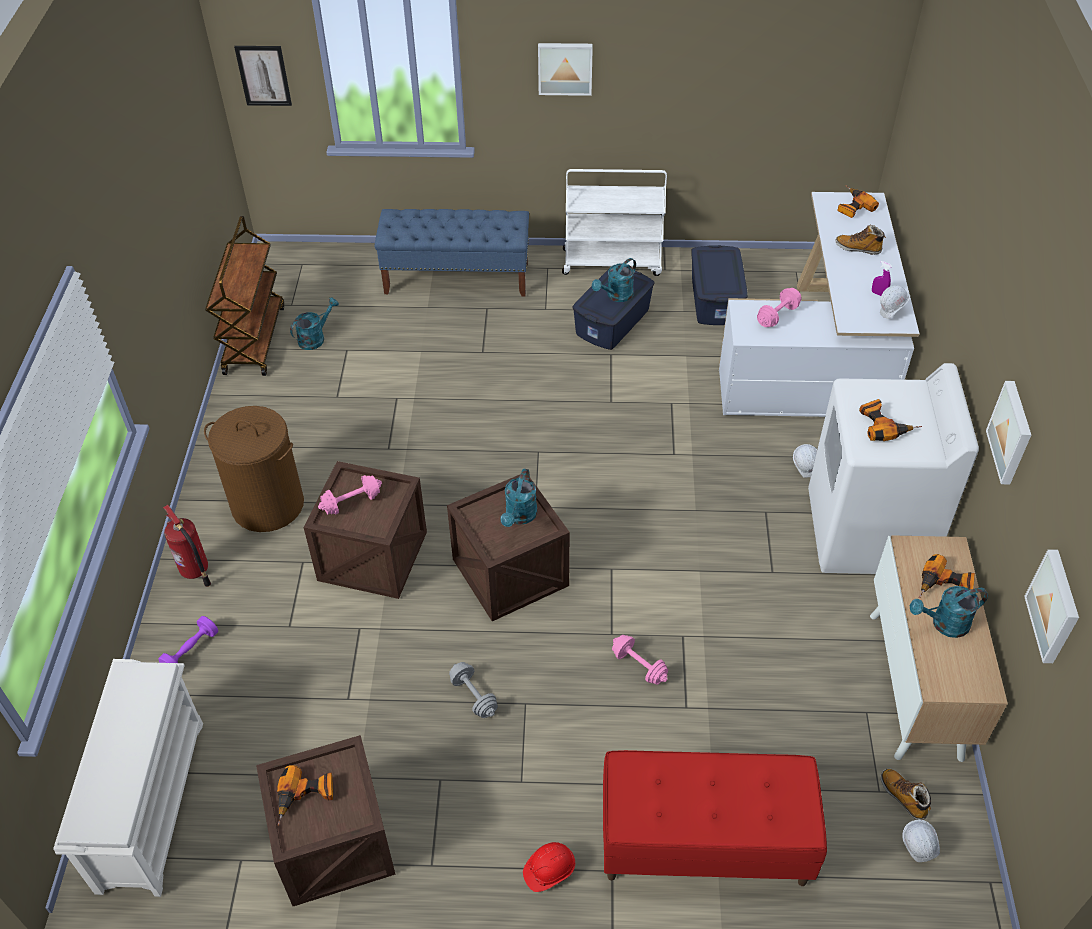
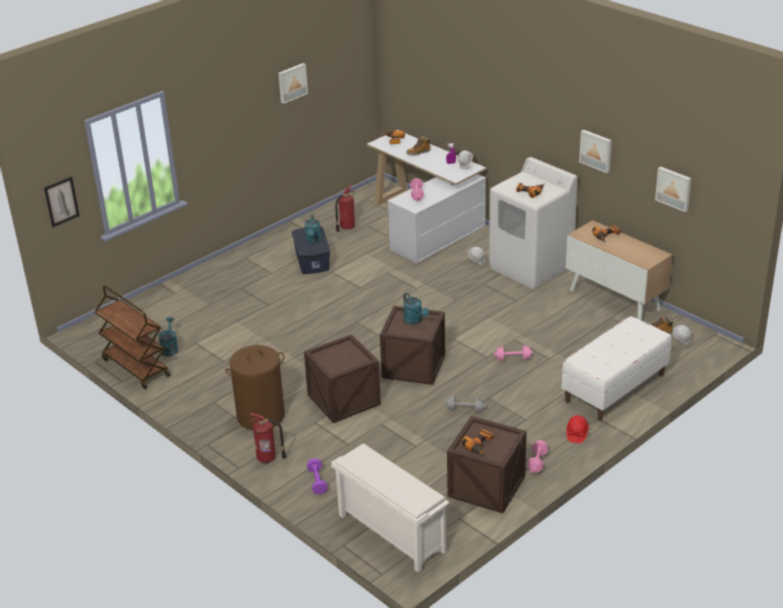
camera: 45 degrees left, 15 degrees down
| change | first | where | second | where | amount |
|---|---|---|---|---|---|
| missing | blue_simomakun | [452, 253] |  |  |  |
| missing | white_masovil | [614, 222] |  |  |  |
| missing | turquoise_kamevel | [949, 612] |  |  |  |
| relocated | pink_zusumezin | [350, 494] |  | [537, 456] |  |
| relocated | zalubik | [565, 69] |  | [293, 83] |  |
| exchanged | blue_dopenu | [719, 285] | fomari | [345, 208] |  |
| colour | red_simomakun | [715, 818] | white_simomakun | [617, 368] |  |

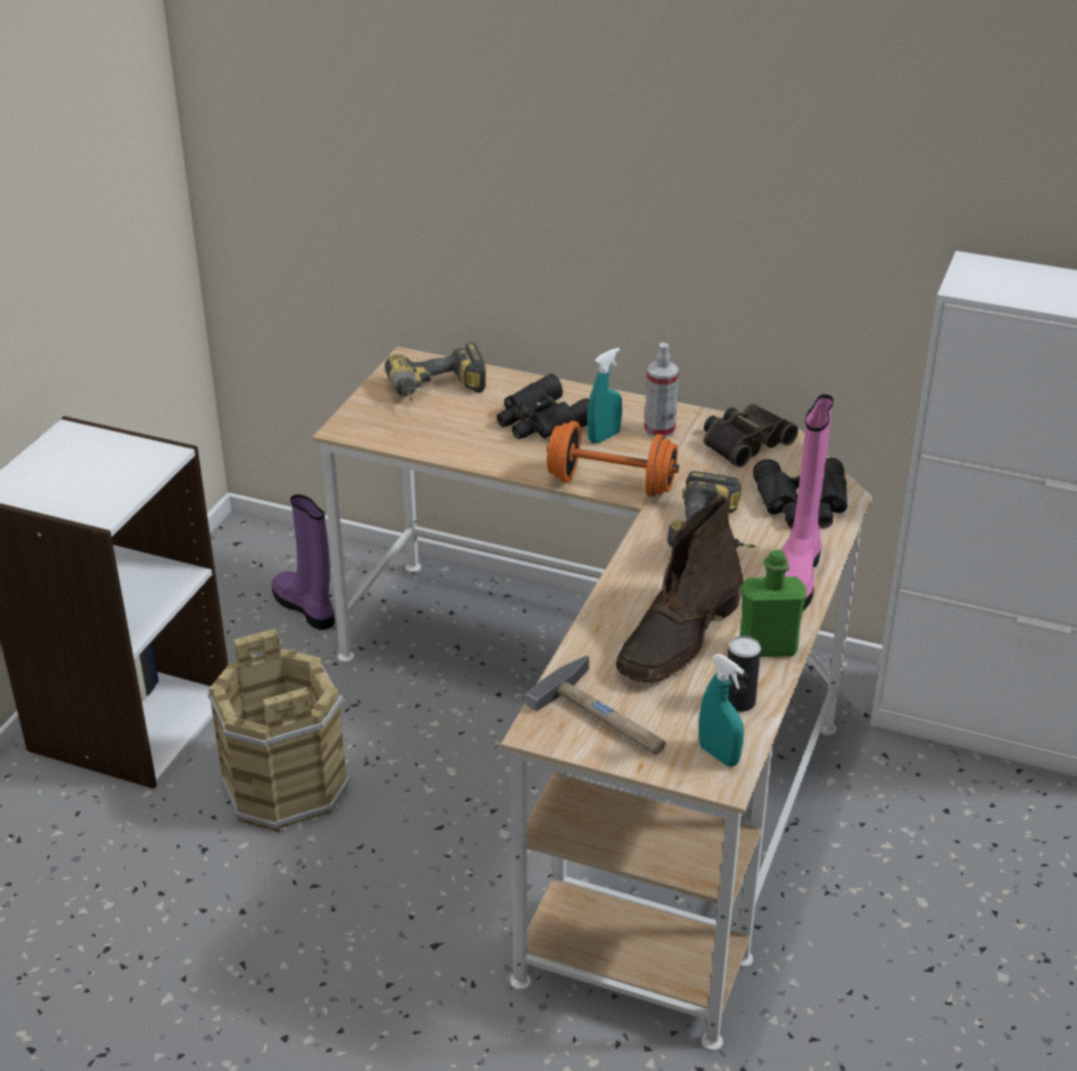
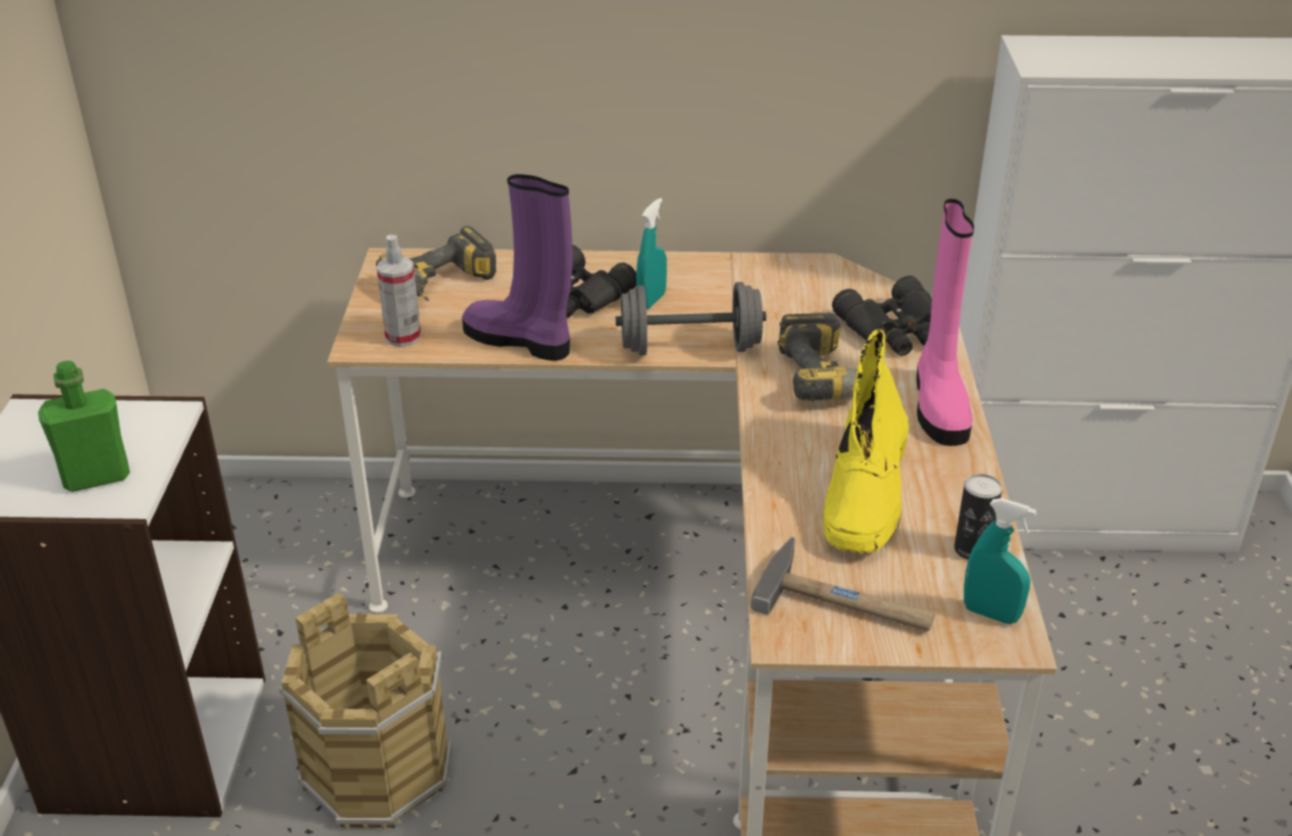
camera: 20 degrees left, 0 degrees up
| change | first | where | second | where | amount |
|---|---|---|---|---|---|
| missing | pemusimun | [751, 435] |  |  |  |
| relocated | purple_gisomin | [303, 562] |  | [517, 267] |  |
| relocated | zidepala | [661, 390] |  | [399, 291] |  |
| relocated | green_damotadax | [773, 603] |  | [84, 426] |  |
| colour | orange_zusumezin | [613, 459] | grey_zusumezin | [691, 319] |  |
| colour | brown_gisomin | [679, 590] | yellow_gisomin | [866, 441] |  |

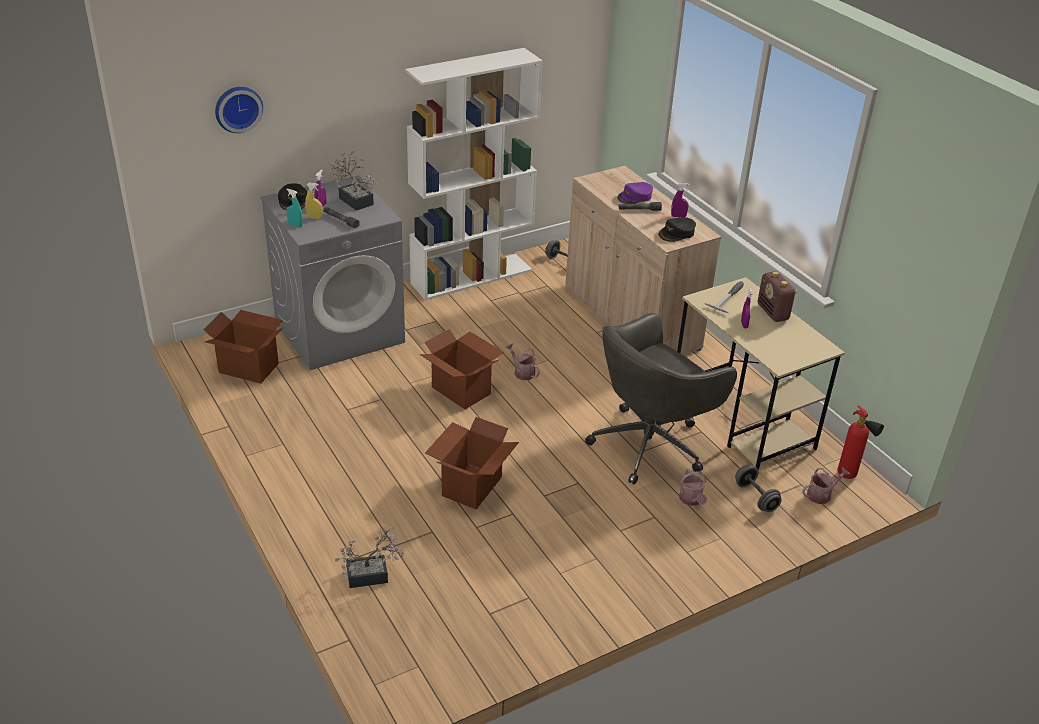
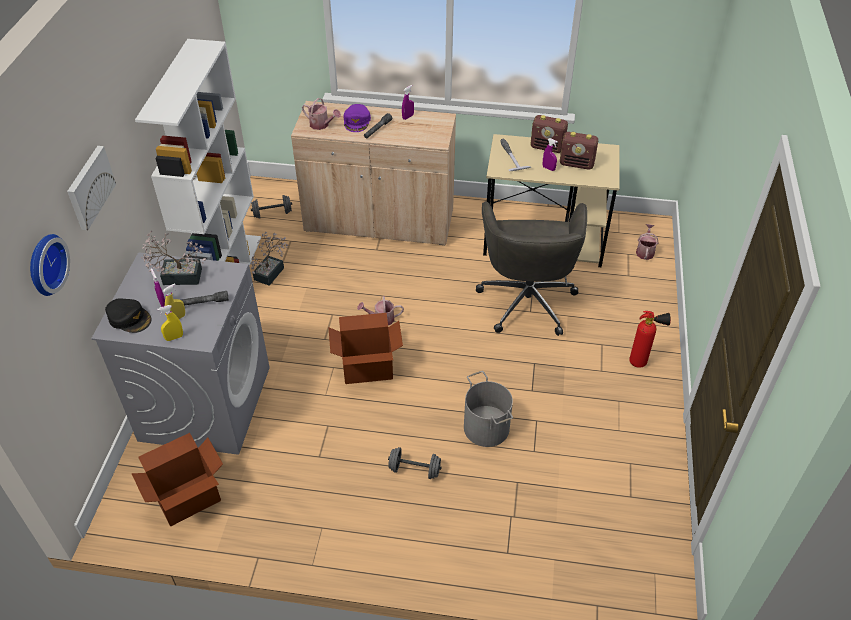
camera: 50 degrees left, 10 degrees up
| change | first | where | second | where | amount |
|---|---|---|---|---|---|
| missing | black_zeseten | [677, 229] |  |  |  |
| appeared |  |  | zalubik | [91, 188] |  |
| appeared |  |  | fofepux | [579, 151] |  |
| relocated | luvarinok | [369, 557] |  | [269, 258] |  |
| relocated | kamevel | [693, 487] |  | [321, 114] |  |
| relocated | grey_zusumezin | [758, 488] |  | [415, 463] |  |
| relocated | fomari | [861, 442] |  | [650, 339] |  |
| exchanged | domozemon | [472, 463] | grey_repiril | [488, 409] |  |
| colour | turquoise_zidepala | [294, 208] | yellow_zidepala | [170, 323] |  |

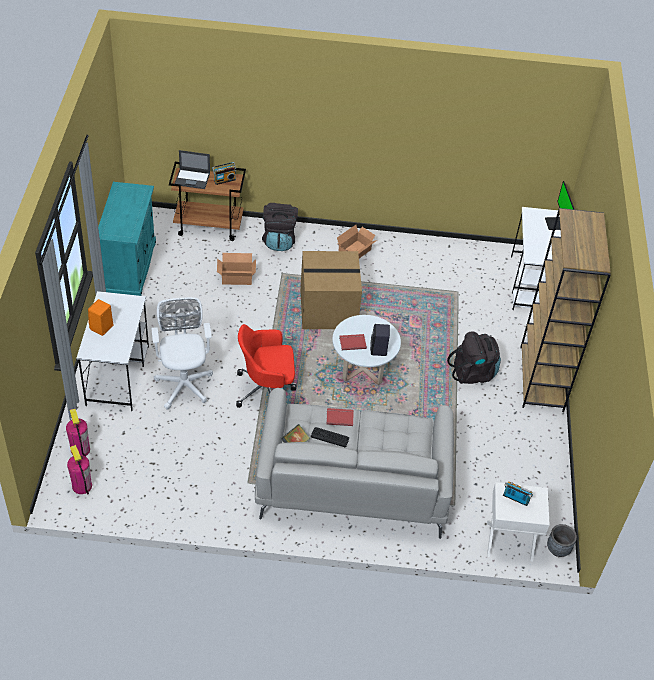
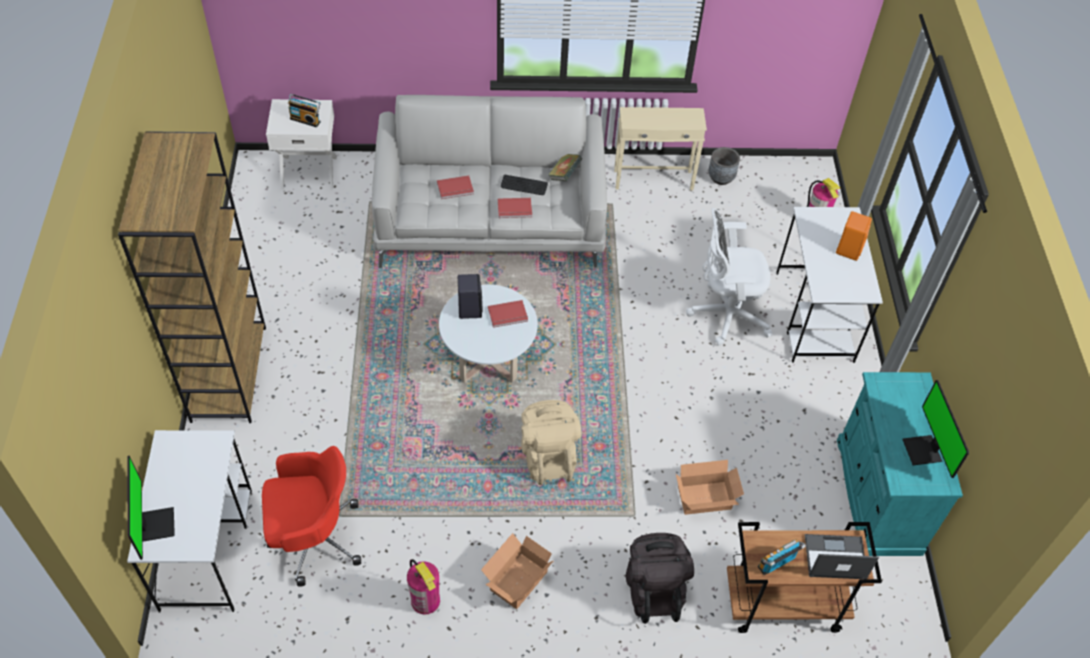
camera: 175 degrees right, 5 degrees up
| change | first | where | second | where | amount |
|---|---|---|---|---|---|
| missing | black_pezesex | [474, 357] |  |  |  |
| appeared |  |  | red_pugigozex | [455, 187] |  |
| appeared |  |  | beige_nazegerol | [660, 148] |  |
| appeared |  |  | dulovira | [935, 429] |  |
| relocated | fomari | [79, 470] |  | [423, 587] |  |
| relocated | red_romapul | [266, 366] |  | [311, 516] |  |
| relocated | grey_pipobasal | [562, 540] |  | [724, 166] |  |
| exchanged | domozemon | [331, 290] | beige_pezesex | [551, 442] |  |
| spun | white_romapul | [182, 353] |  | [729, 277] | 105 degrees clockwise |

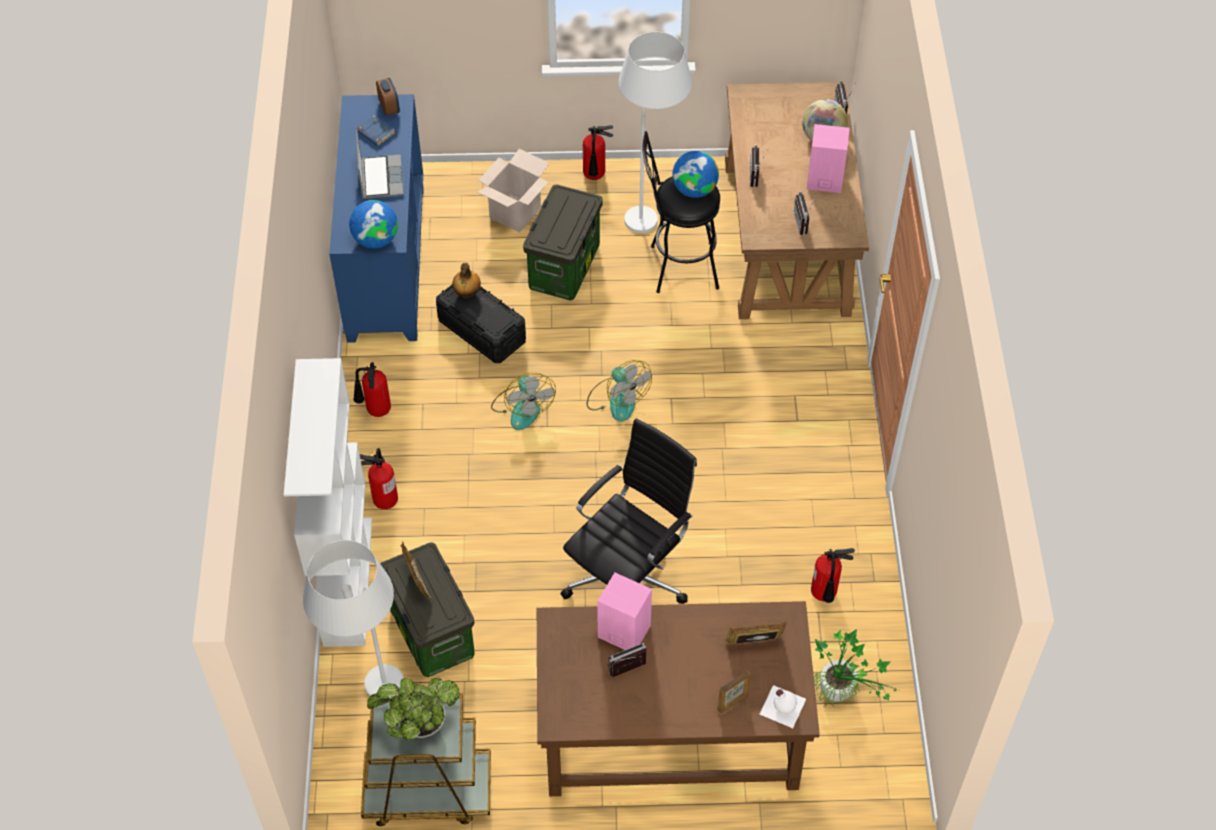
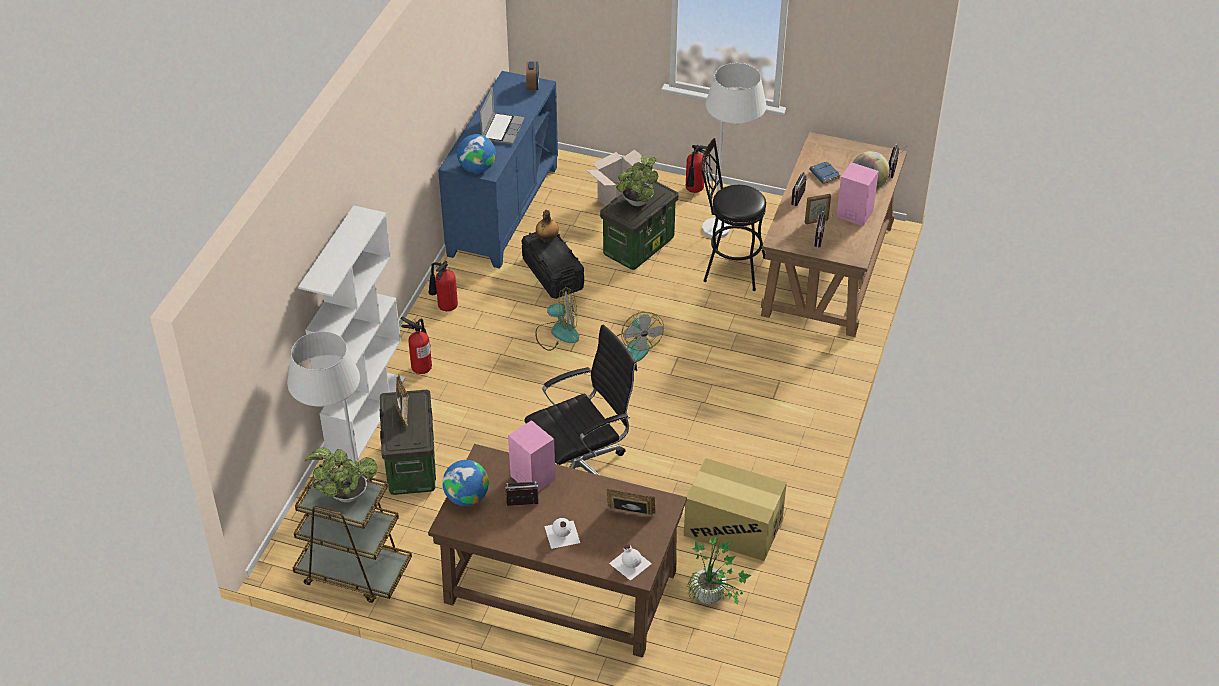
camera: 20 degrees right, 10 degrees down
| change | first | where | second | where | amount |
|---|---|---|---|---|---|
| appeared |  |  | white_damotadax | [562, 533] |  |
| appeared |  |  | luvarinok | [636, 180] |  |
| relocated | blue_pugigozex | [375, 130] |  | [824, 172] |  |
| relocated | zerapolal | [695, 174] |  | [465, 483] |  |
| relocated | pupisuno | [733, 692] |  | [818, 209] |  |
| exchanged | fomari | [833, 575] | domozemon | [735, 509] |  |
| spun | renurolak | [523, 401] |  | [557, 319] | 90 degrees counterclockwise |

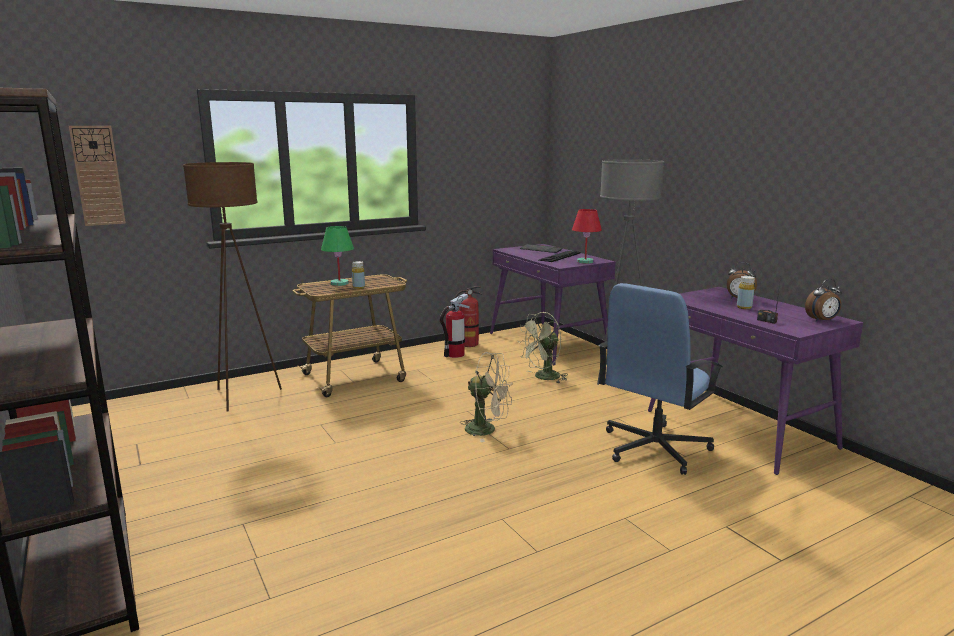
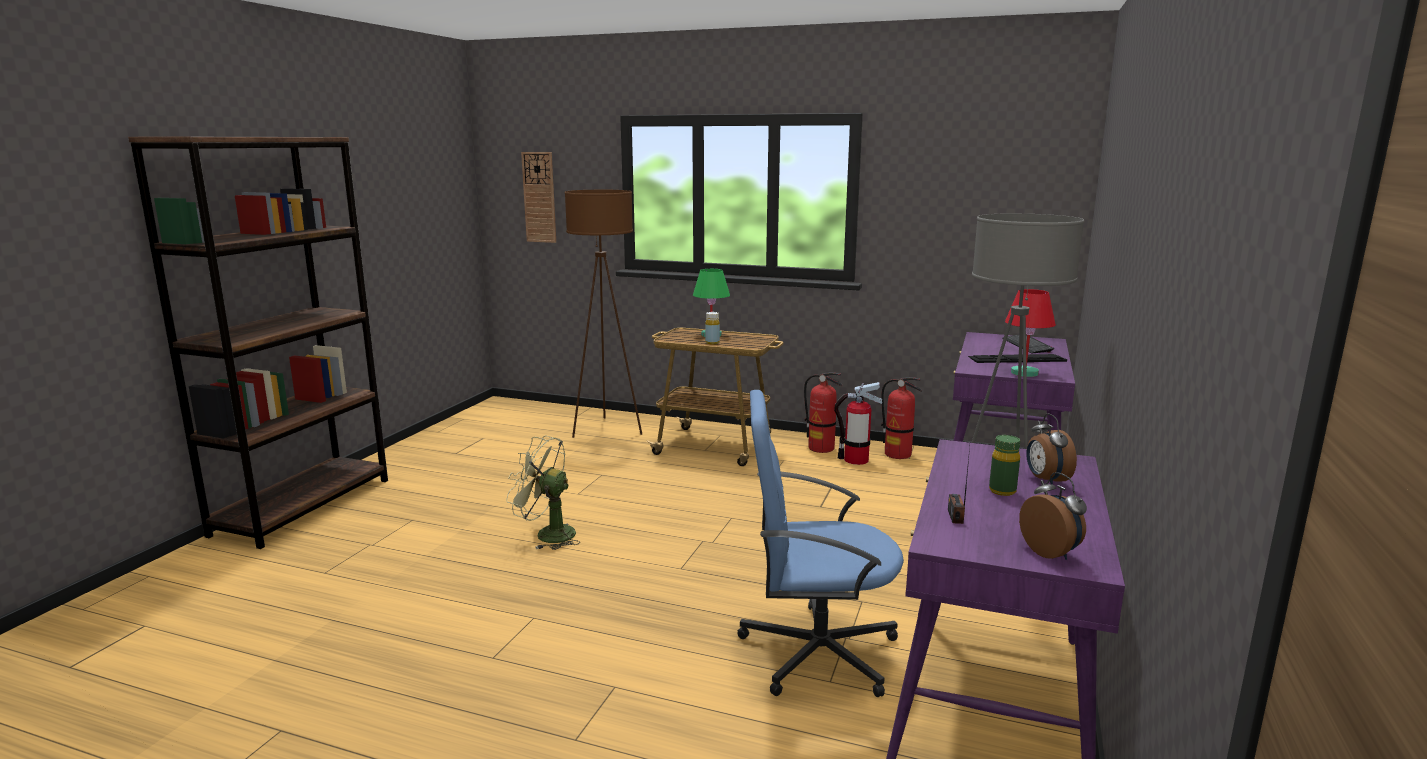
camera: 50 degrees right, 0 degrees up
| change | first | where | second | where | amount |
|---|---|---|---|---|---|
| missing | beige_renurolak | [486, 397] |  |  |  |
| appeared |  |  | fomari | [823, 412] |  |
| relocated | green_renurolak | [542, 347] |  | [543, 493] |  |
| colour | yellow_damotadax | [746, 292] | green_damotadax | [1004, 465] |  |
| spun | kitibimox | [823, 300] |  | [1053, 516] | 150 degrees counterclockwise |

